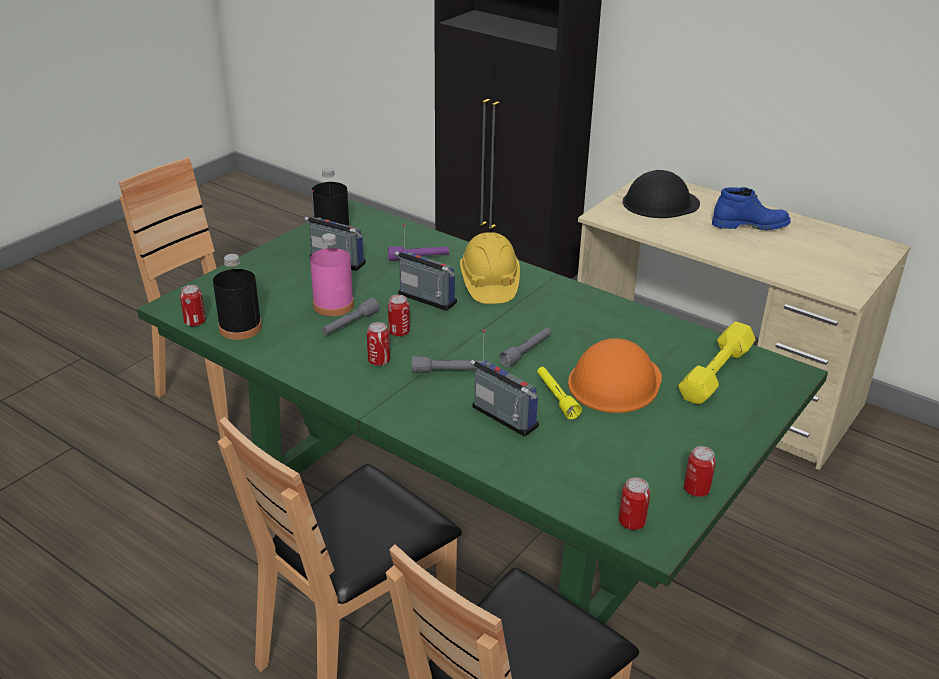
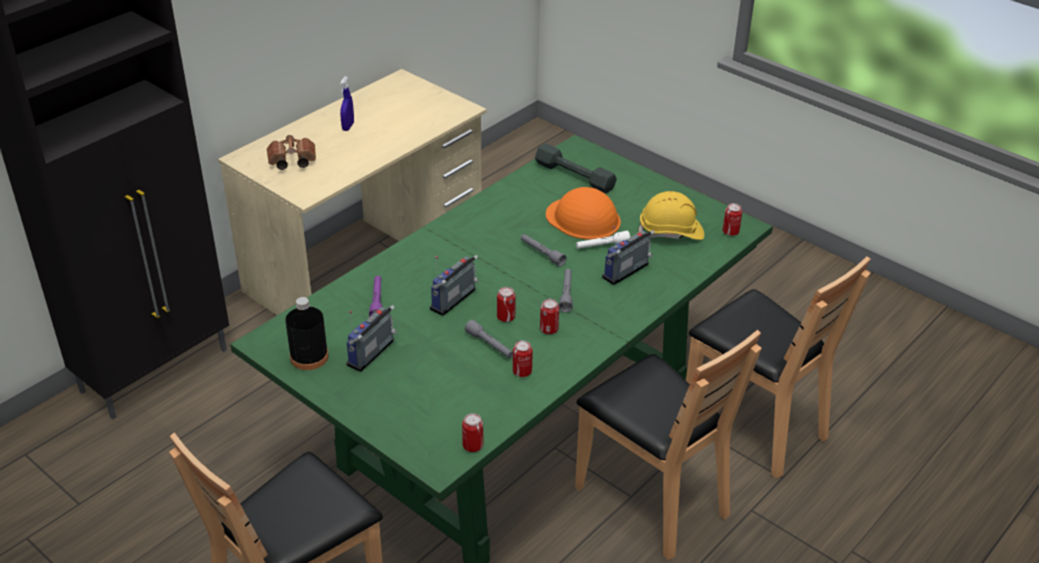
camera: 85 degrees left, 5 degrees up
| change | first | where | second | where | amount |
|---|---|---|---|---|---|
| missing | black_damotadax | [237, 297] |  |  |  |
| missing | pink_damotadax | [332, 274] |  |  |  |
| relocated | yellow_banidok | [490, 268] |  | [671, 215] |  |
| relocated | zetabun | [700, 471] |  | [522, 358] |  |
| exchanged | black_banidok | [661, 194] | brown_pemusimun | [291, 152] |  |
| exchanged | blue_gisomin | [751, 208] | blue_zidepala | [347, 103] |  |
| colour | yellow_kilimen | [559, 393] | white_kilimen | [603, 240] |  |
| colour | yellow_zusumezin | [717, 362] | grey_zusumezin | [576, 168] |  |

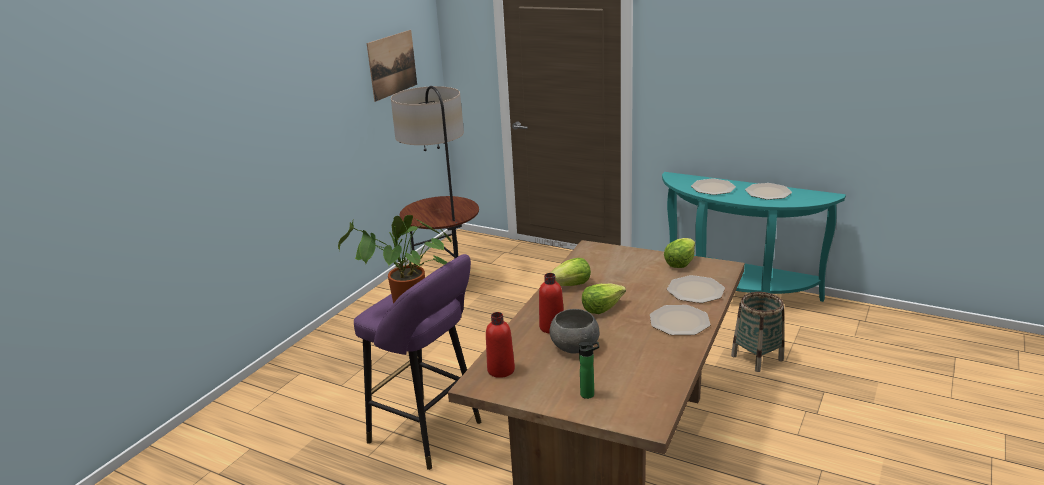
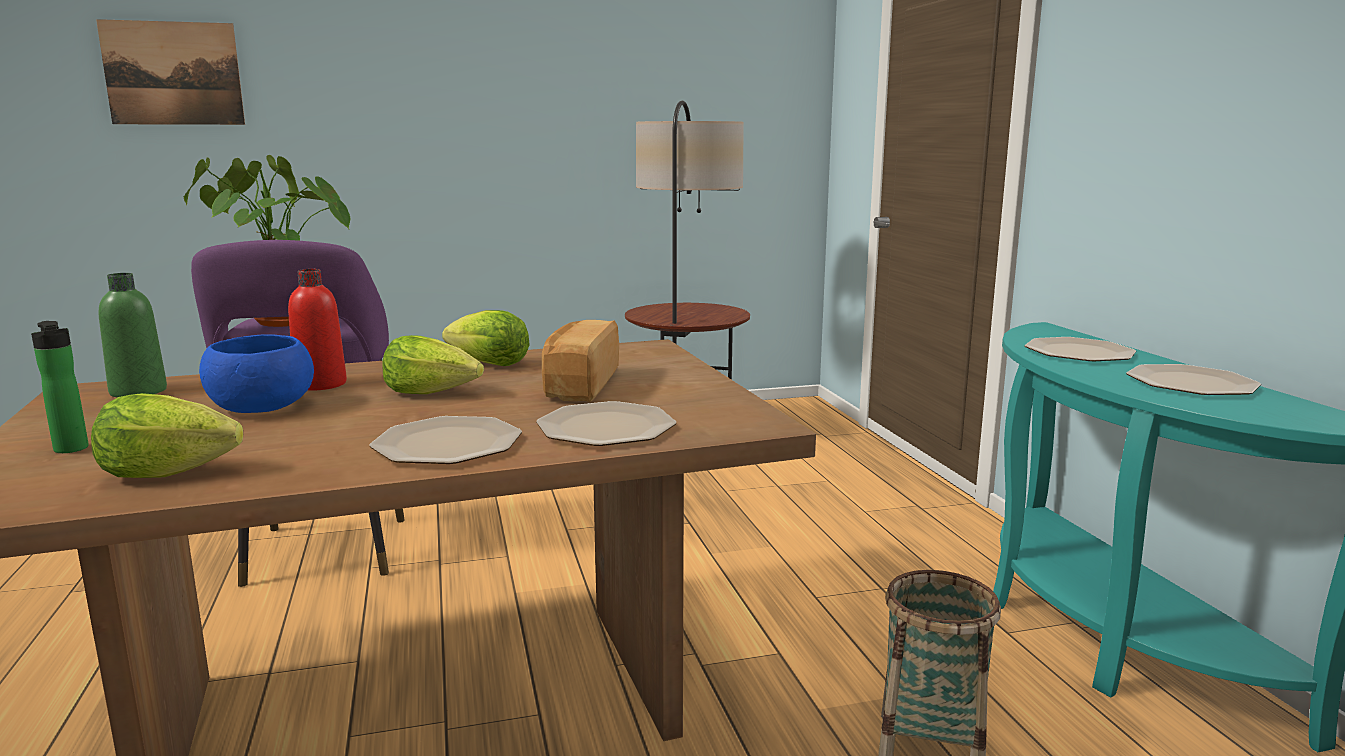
camera: 45 degrees right, 10 degrees down
| change | first | where | second | where | amount |
|---|---|---|---|---|---|
| appeared |  |  | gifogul | [580, 361] |  |
| relocated | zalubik | [392, 66] |  | [170, 72] |  |
| relocated | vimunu | [679, 253] |  | [167, 435] |  |
| colour | red_damotadax | [500, 345] | green_damotadax | [133, 335] |  |
| colour | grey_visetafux | [574, 331] | blue_visetafux | [256, 373] |  |

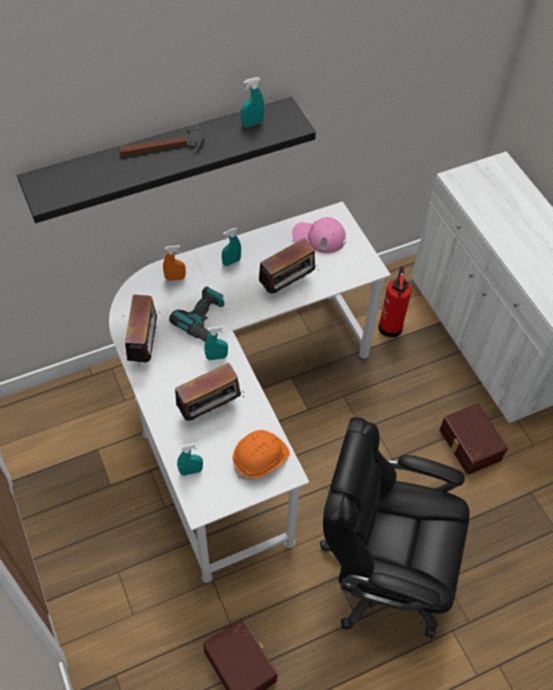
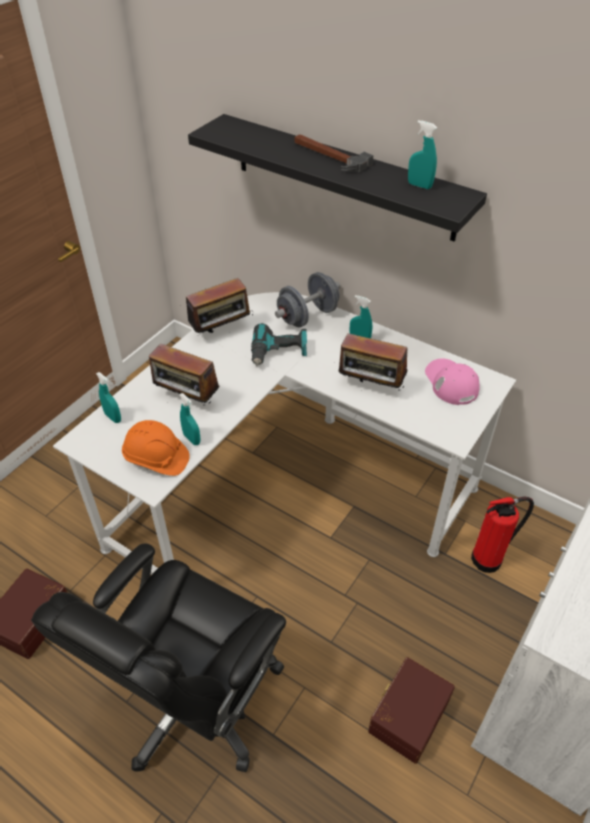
camera: 60 degrees right, 10 degrees down
| change | first | where | second | where | amount |
|---|---|---|---|---|---|
| relocated | turquoise_zidepala | [216, 343] |  | [189, 419] |  |
| exchanged | orange_zidepala | [174, 263] | grey_zusumezin | [307, 299] |  |
| spun | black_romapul | [395, 527] |  | [158, 657] | 135 degrees counterclockwise |

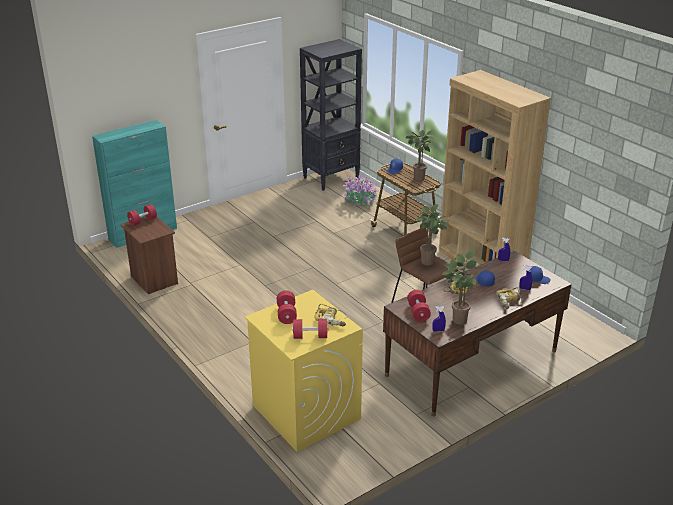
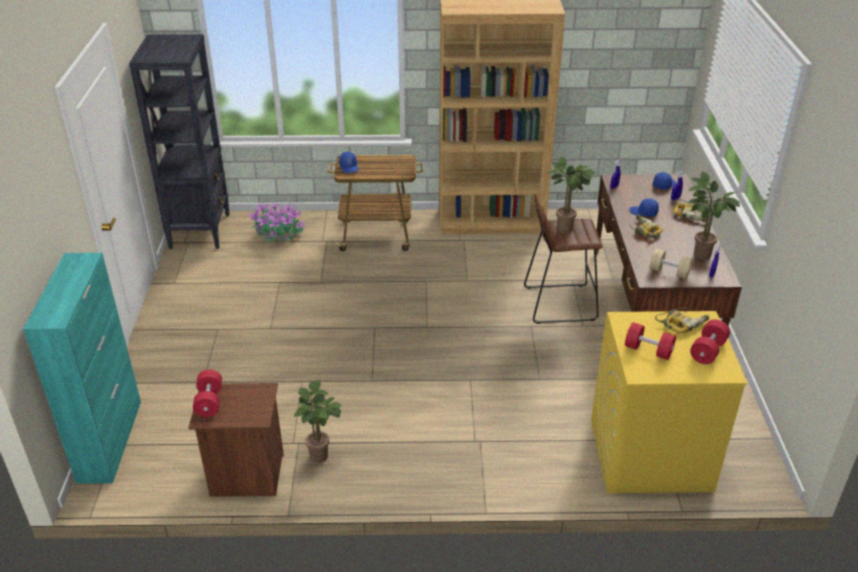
camera: 55 degrees left, 5 degrees up
| change | first | where | second | where | amount |
|---|---|---|---|---|---|
| relocated | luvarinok | [420, 155] |  | [318, 421] |  |
| colour | red_zusumezin | [419, 306] | beige_zusumezin | [671, 264] |  |

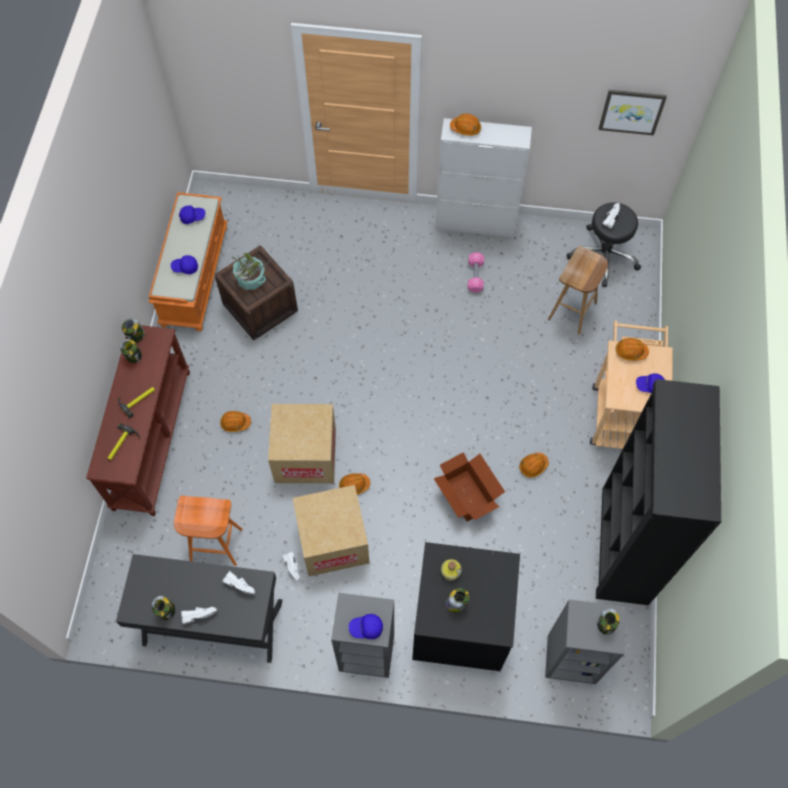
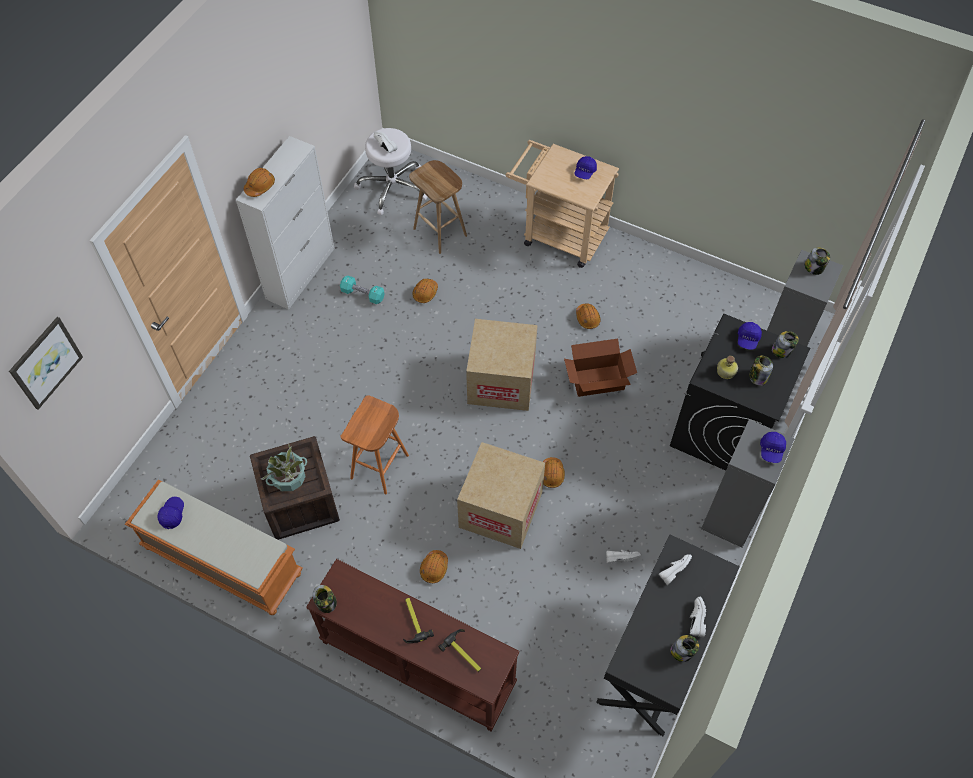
camera: 70 degrees left, 5 degrees down
| change | first | where | second | where | amount |
|---|---|---|---|---|---|
| missing | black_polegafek | [658, 492] |  |  |  |
| relocated | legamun | [131, 351] |  | [785, 344] |  |
| relocated | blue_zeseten | [184, 264] |  | [750, 336] |  |
| relocated | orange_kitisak | [208, 531] |  | [375, 445] |  |
| relocated | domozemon | [331, 530] |  | [501, 365] |  |
| relocated | zalubik | [633, 113] |  | [46, 363] |  |
| relocated | orange_banidok | [632, 349] |  | [425, 291] |  |
| colour | pink_zusumezin | [476, 272] | turquoise_zusumezin | [362, 290] |  |
| colour | black_kitisak | [604, 244] | white_kitisak | [391, 171] |  |

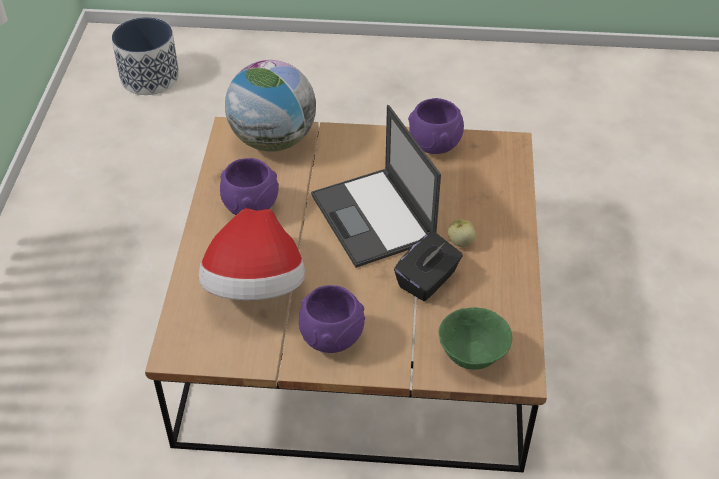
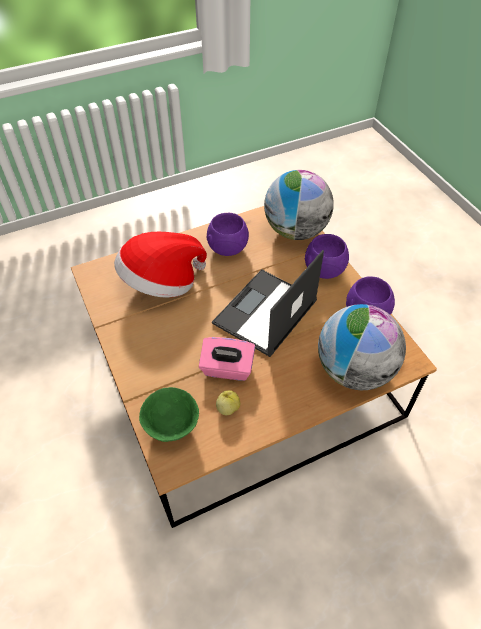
camera: 60 degrees right, 5 degrees up
| change | first | where | second | where | amount |
|---|---|---|---|---|---|
| missing | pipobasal | [145, 56] |  |  |  |
| appeared |  |  | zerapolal | [362, 347] |  |
| relocated | purple_visetafux | [332, 319] |  | [327, 256] |  |
| relocated | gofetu | [462, 233] |  | [228, 402] |  |
| colour | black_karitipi | [428, 266] | pink_karitipi | [227, 359] |  |

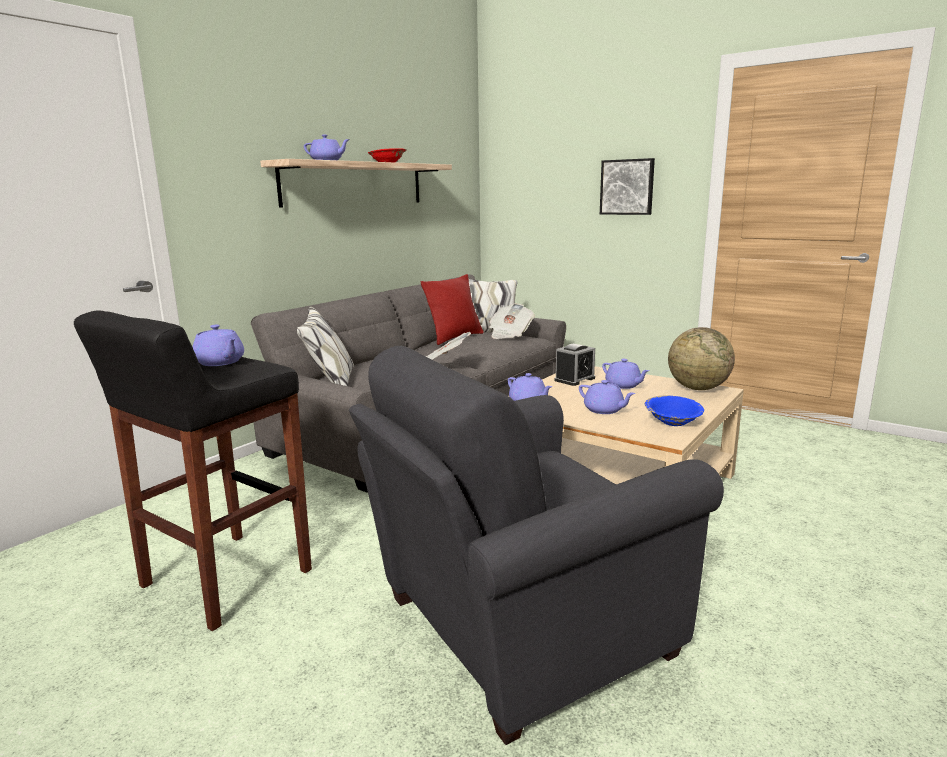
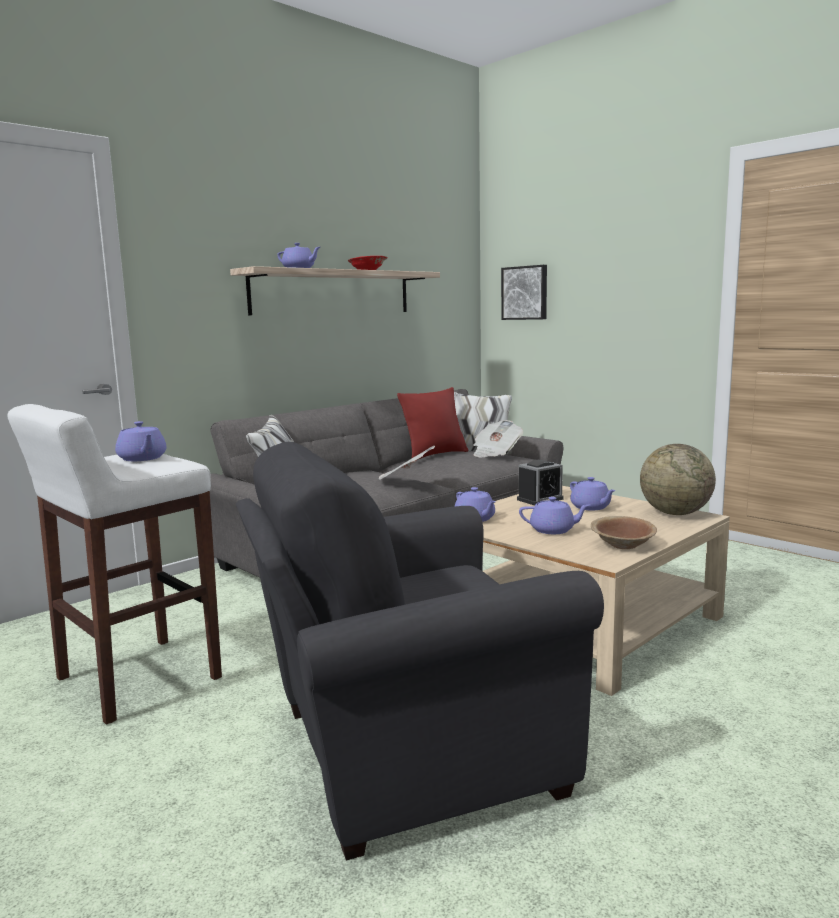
camera: 10 degrees right, 5 degrees down
| change | first | where | second | where | amount |
|---|---|---|---|---|---|
| relocated | zalubik | [627, 186] |  | [524, 292] |  |
| colour | black_kitisak | [193, 470] | white_kitisak | [114, 564] |  |
| colour | blue_visetafux | [674, 410] | brown_visetafux | [624, 532] |  |
| spun | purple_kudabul | [607, 397] |  | [554, 515] | 45 degrees counterclockwise |

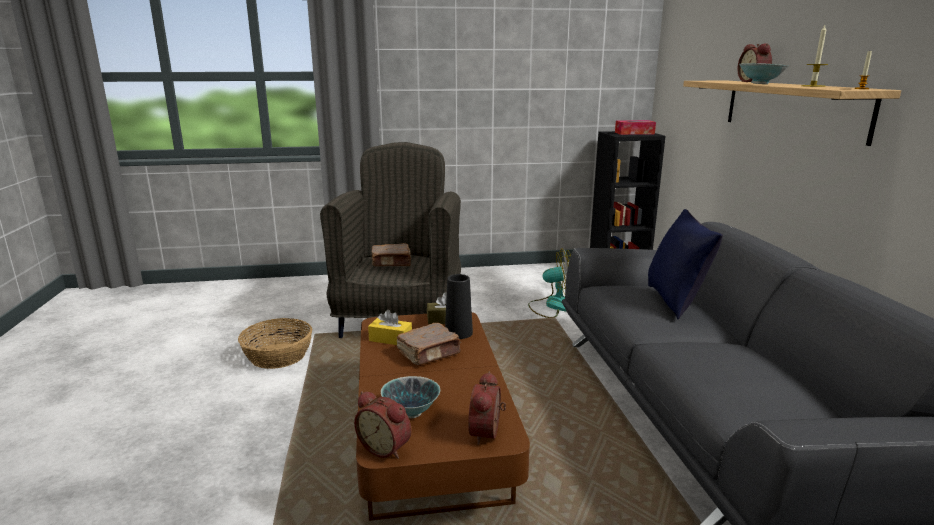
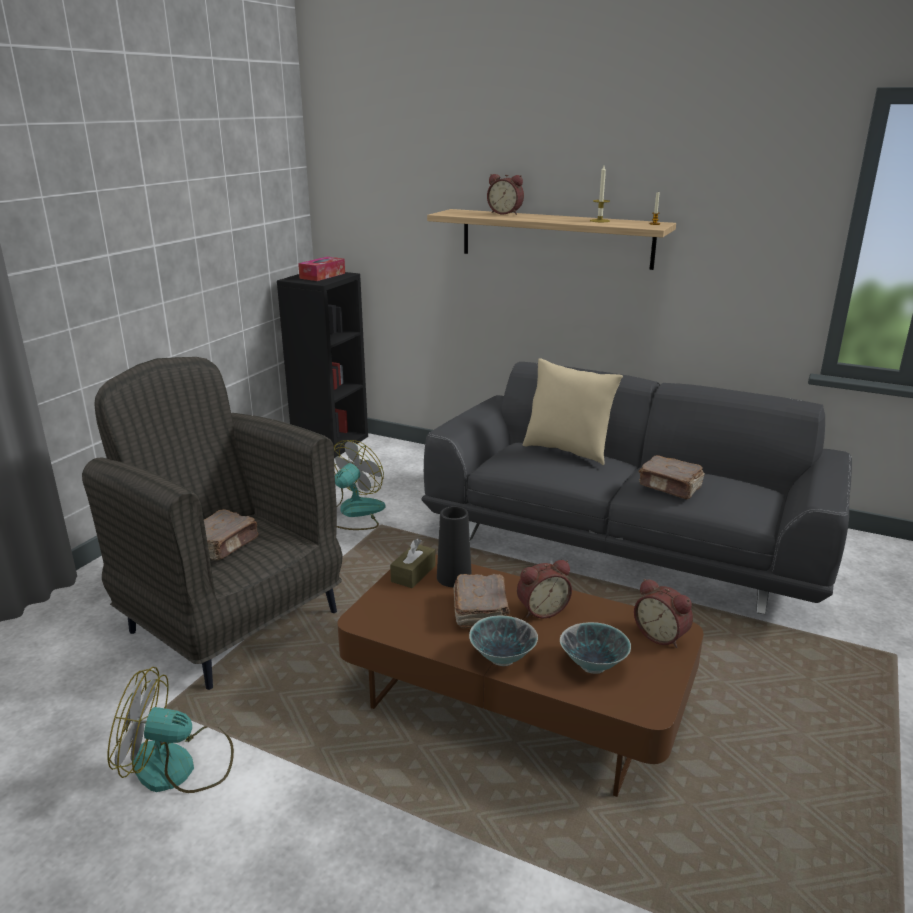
camera: 55 degrees left, 5 degrees up
| change | first | where | second | where | amount |
|---|---|---|---|---|---|
| missing | yellow_karitipi | [390, 327] |  |  |  |
| appeared |  |  | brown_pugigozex | [672, 477] |  |
| relocated | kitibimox | [382, 425] |  | [544, 589] |  |
| relocated | visetafux | [764, 73] |  | [503, 640] |  |
| exchanged | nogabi | [275, 343] | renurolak | [171, 730] |  |
| colour | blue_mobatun | [685, 264] | beige_mobatun | [573, 411] |  |

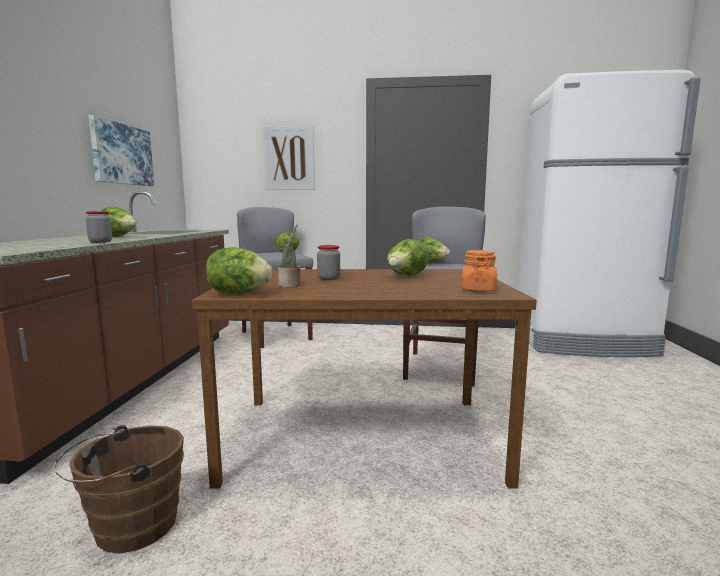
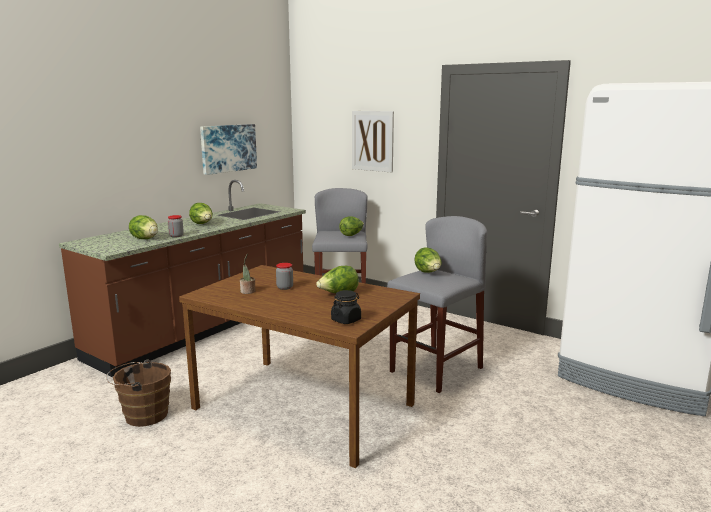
camera: 30 degrees right, 5 degrees up
| change | first | where | second | where | amount |
|---|---|---|---|---|---|
| relocated | vimunu | [239, 270] |  | [143, 227] |  |
| colour | orange_legamun | [479, 271] | black_legamun | [346, 307] |  |

